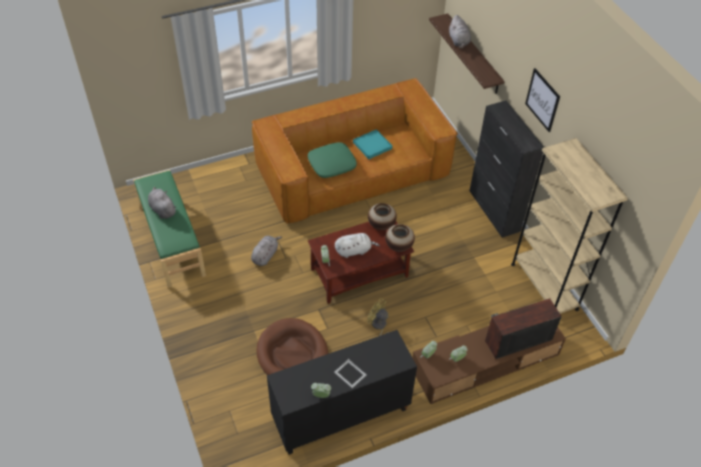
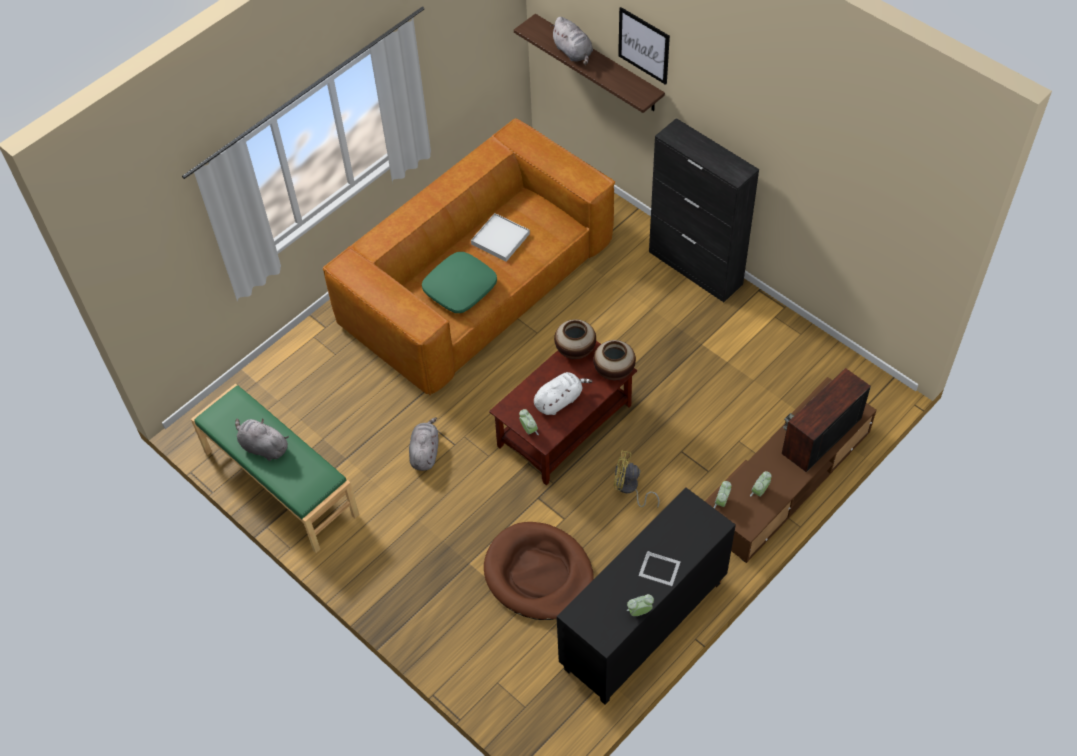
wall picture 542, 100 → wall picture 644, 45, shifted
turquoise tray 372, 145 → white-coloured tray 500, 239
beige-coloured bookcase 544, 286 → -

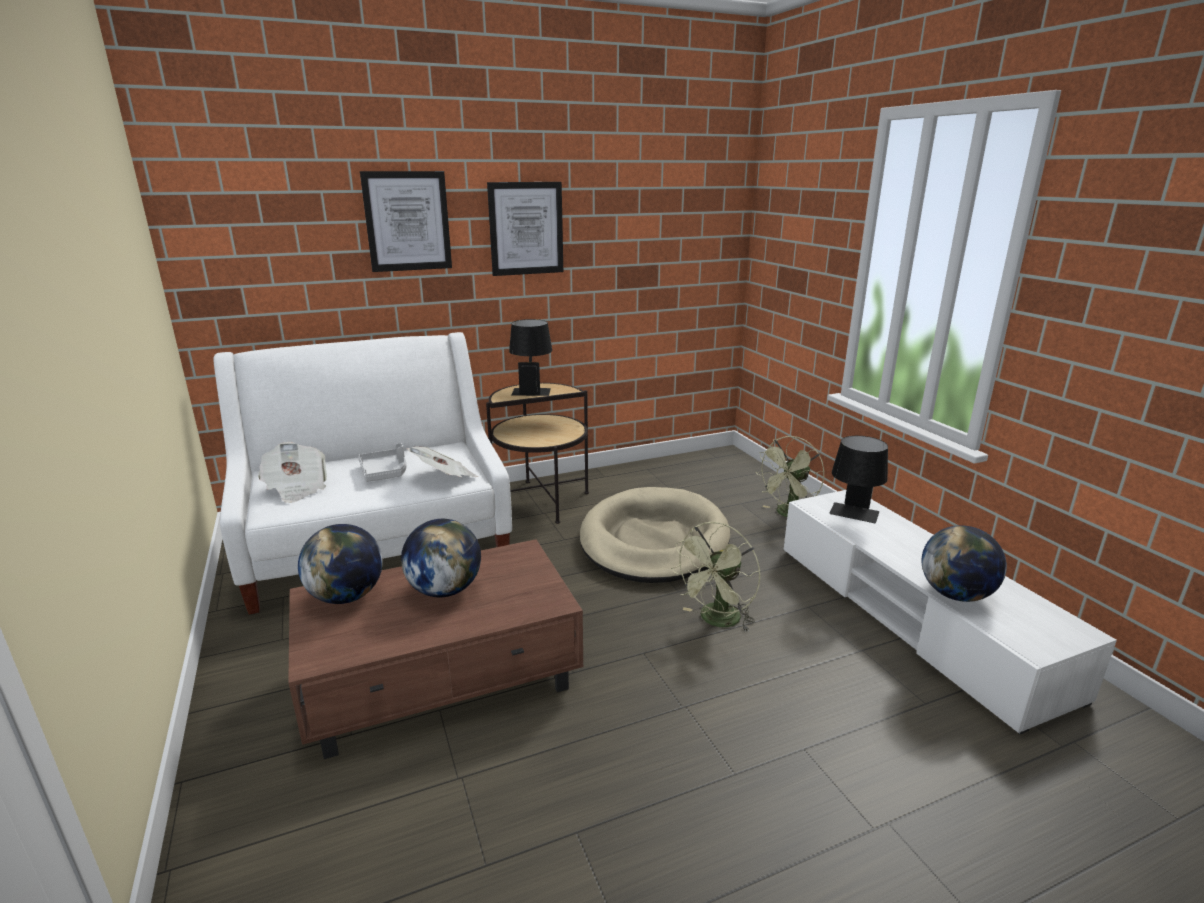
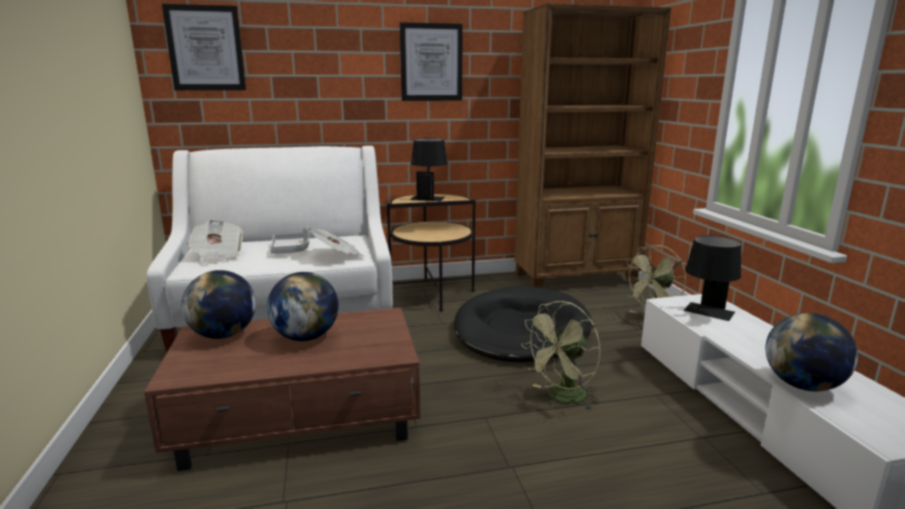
wall picture 407, 221 → wall picture 205, 48, shifted
beige-coloured pet bed 654, 541 → black pet bed 521, 330
- → brown-coloured bookcase 576, 279

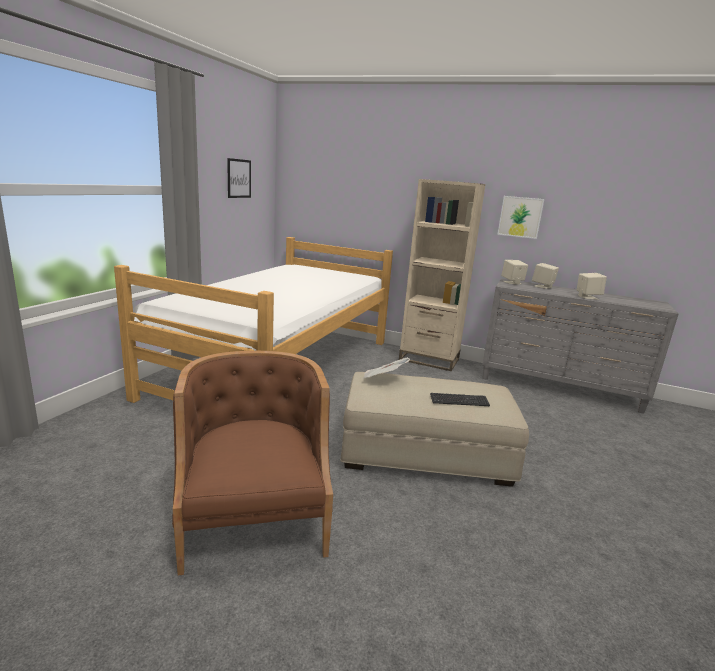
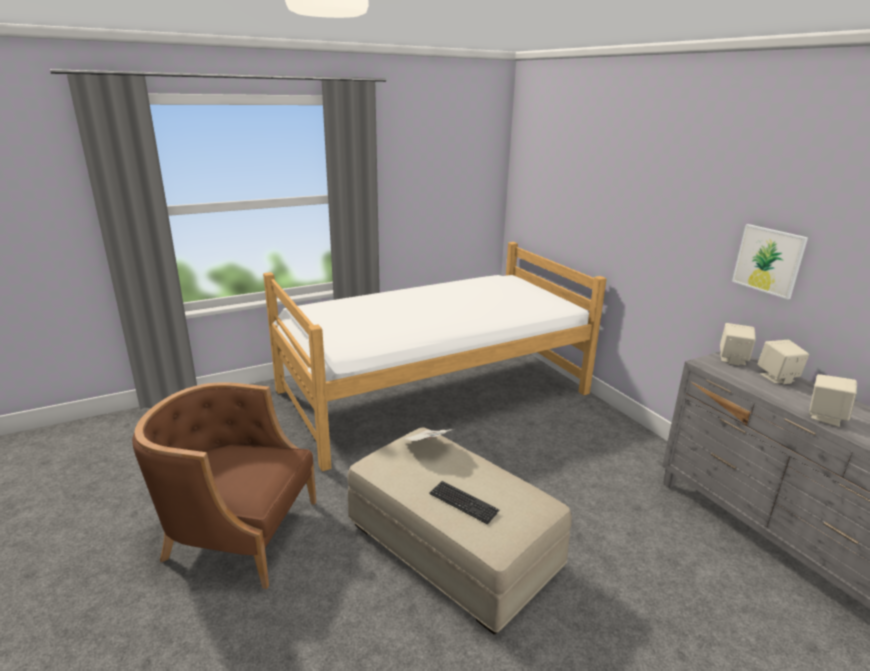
wall picture 239, 178 → -
beige-coloured bookcase 429, 359 → -
brown-coloured armchair 254, 515 → brown-coloured armchair 238, 532, 105 degrees counterclockwise

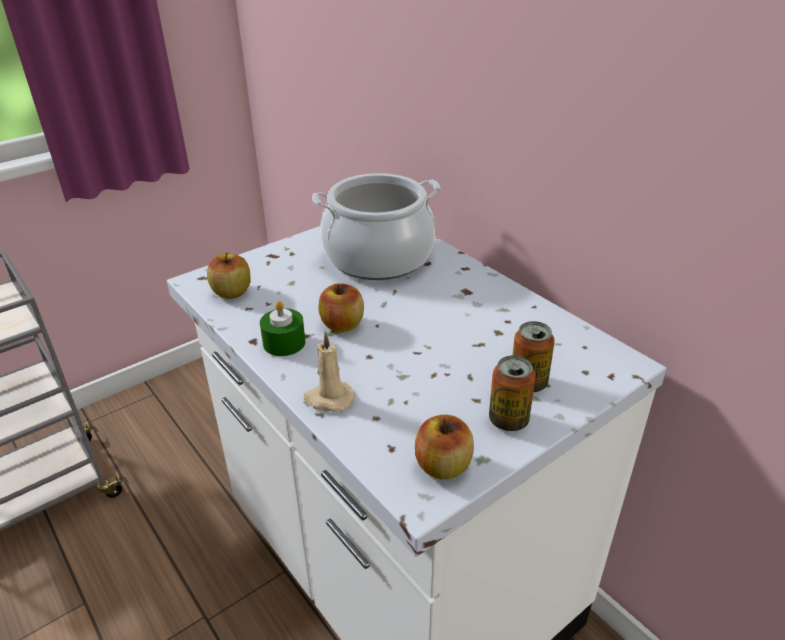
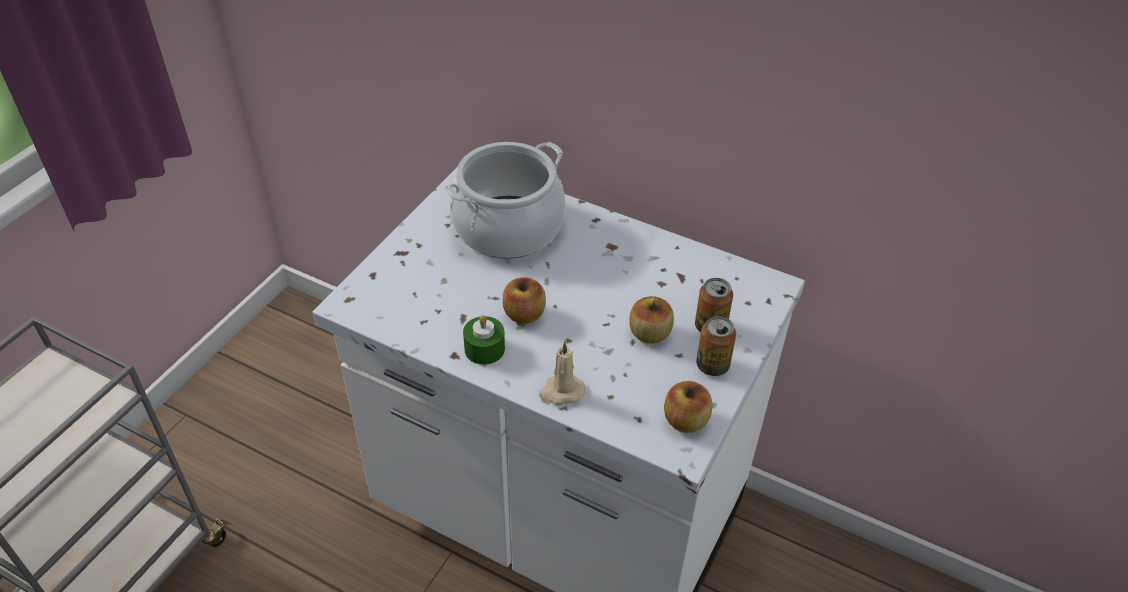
whole apple 231, 292 → whole apple 649, 334, shifted

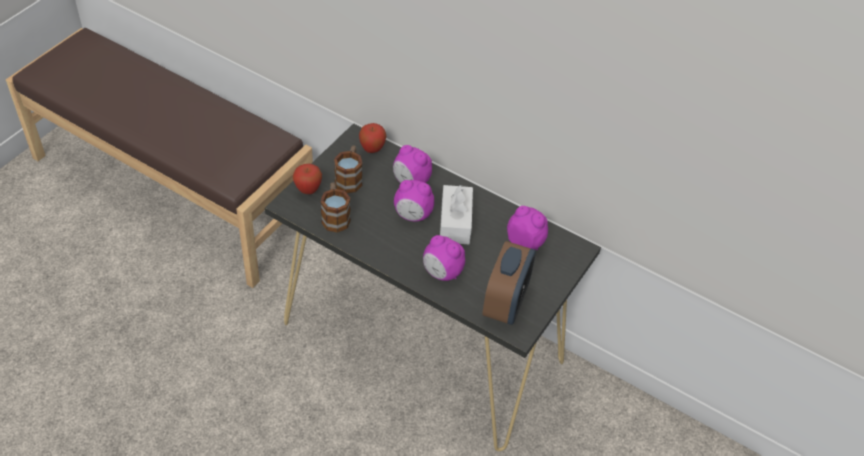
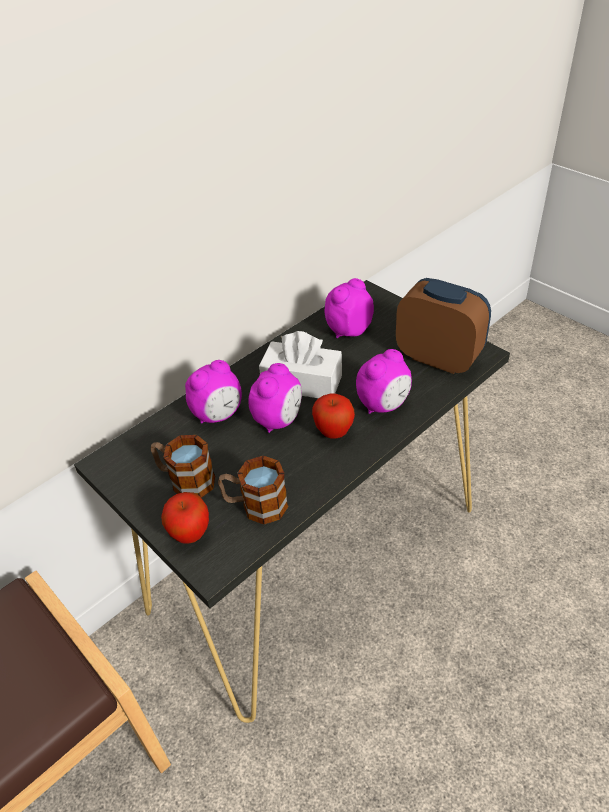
whole apple 372, 149 → whole apple 334, 432, shifted

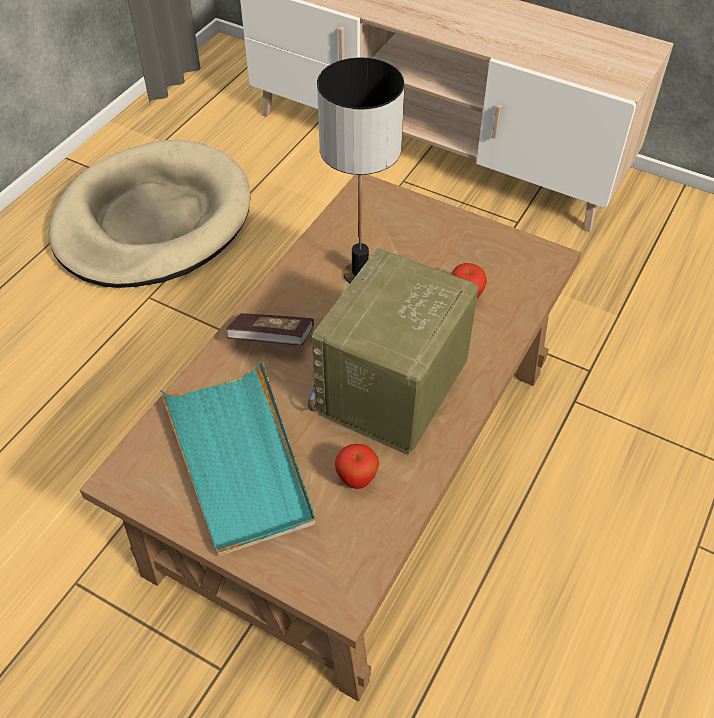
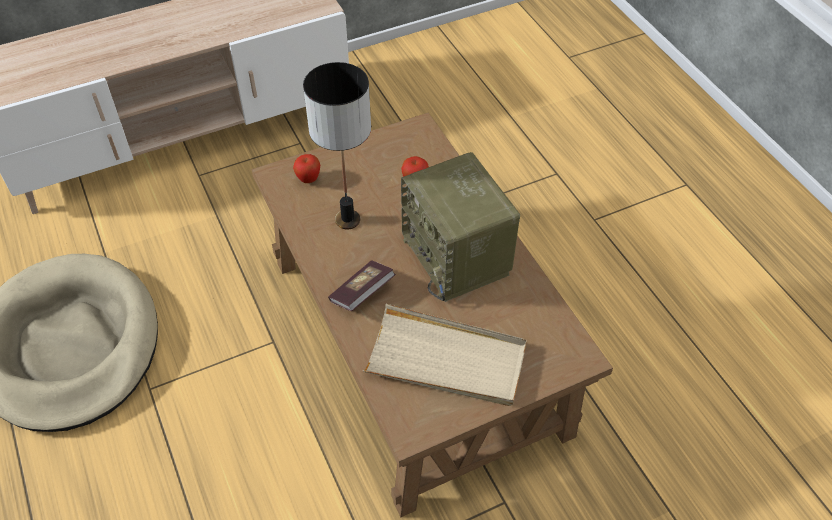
turquoise tray 239, 460 → beige-coloured tray 446, 360
whole apple 356, 480 → whole apple 308, 179, shifted

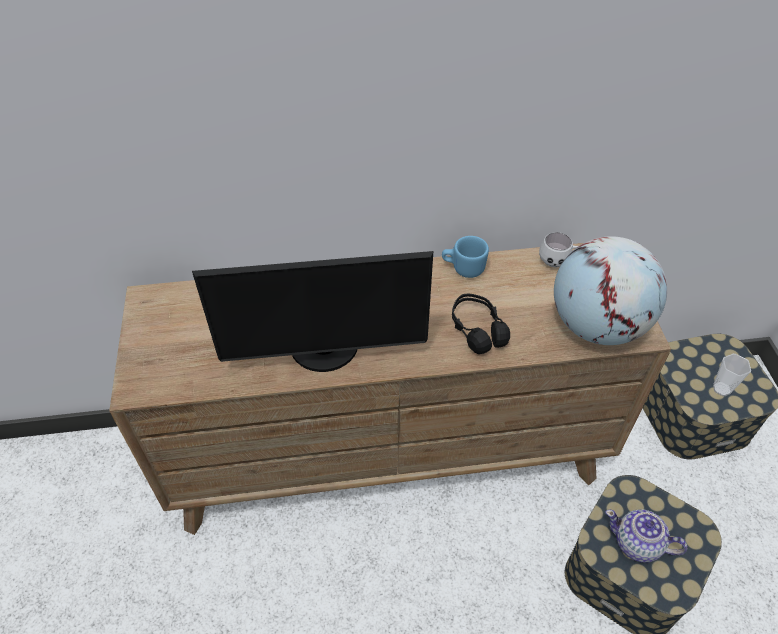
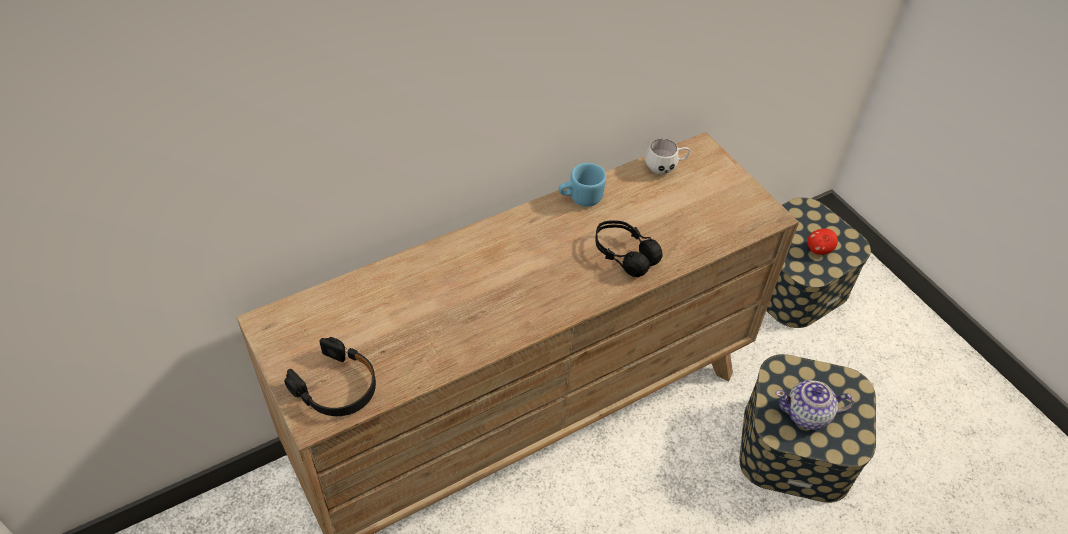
globe 597, 326 → -
computer display 325, 350 → -
drinking cup 721, 389 → whole apple 818, 250
- → black pair of headphones 337, 386

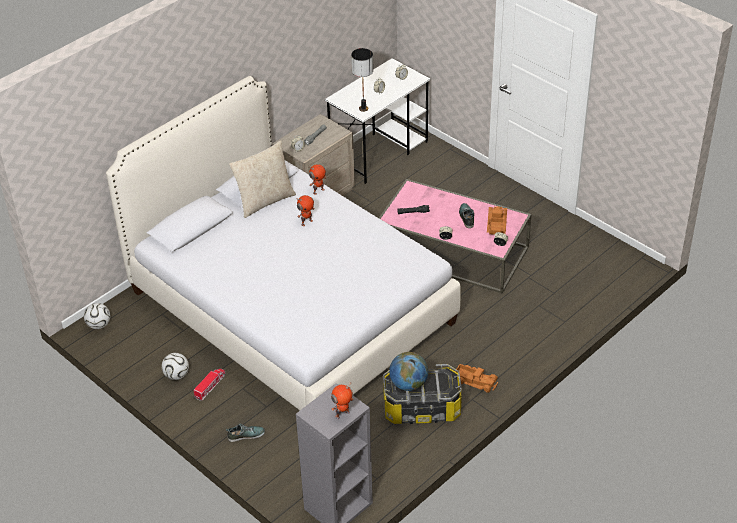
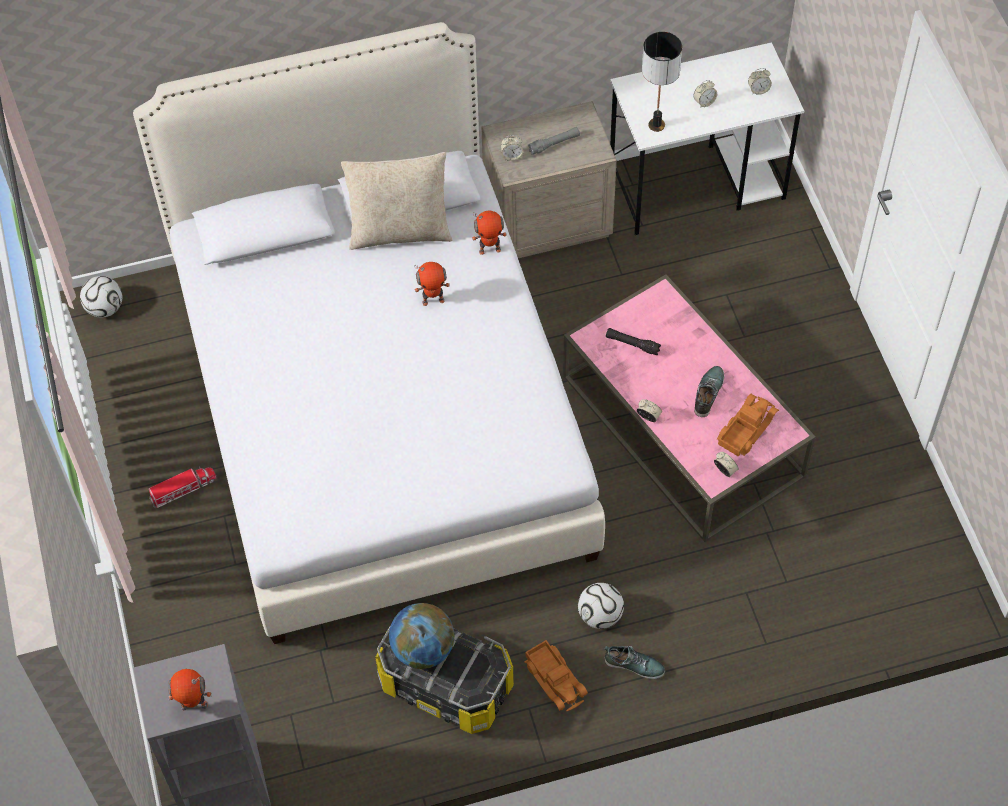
ball for football 176, 375 → ball for football 599, 615, shifted
item of footwear 246, 435 → item of footwear 634, 665, shifted

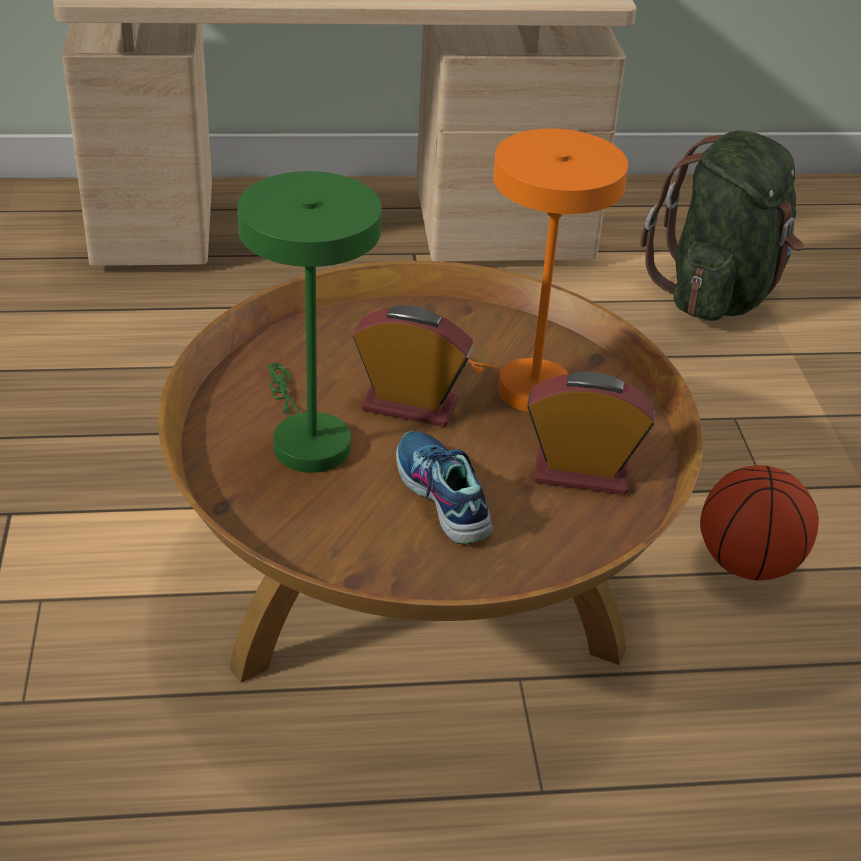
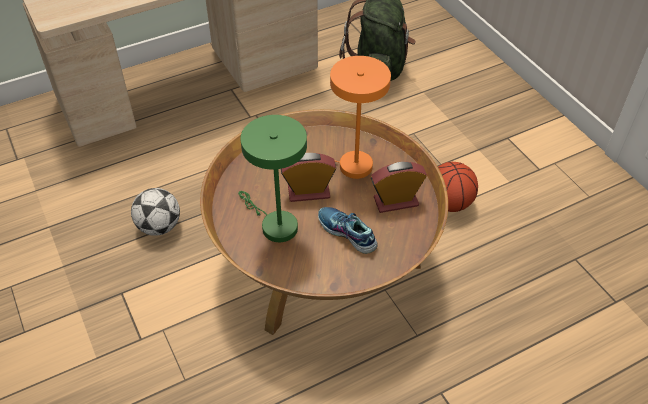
- → ball for football 159, 227

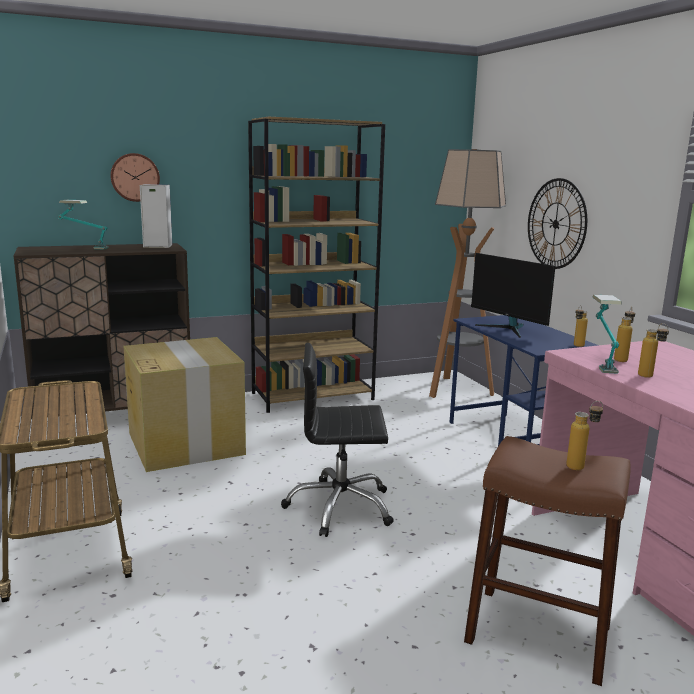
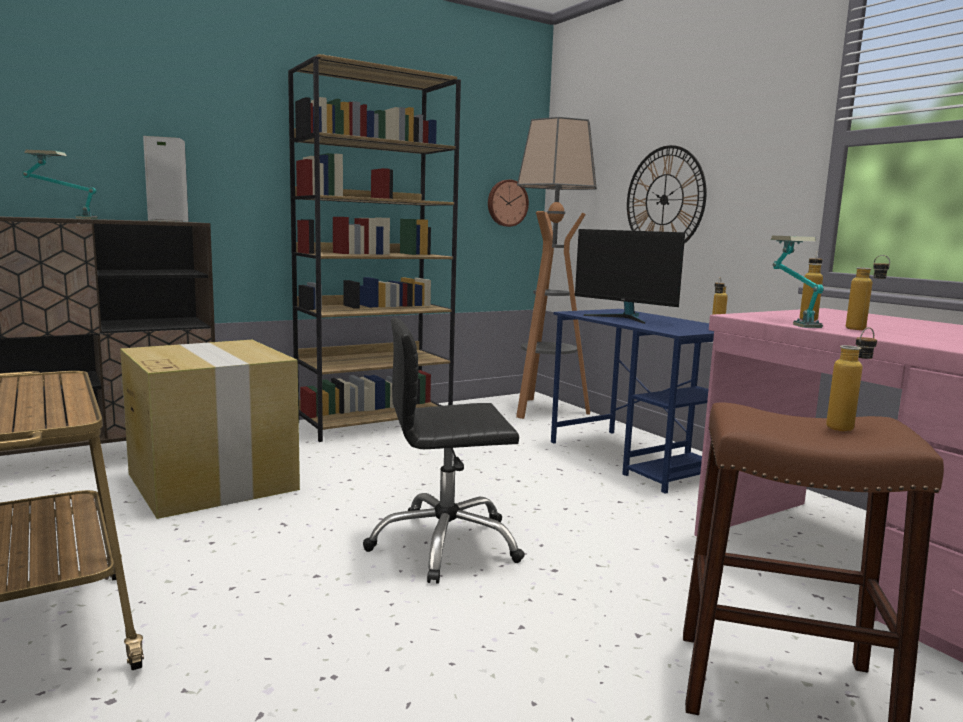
hanging clock 135, 177 → hanging clock 506, 203, shifted

